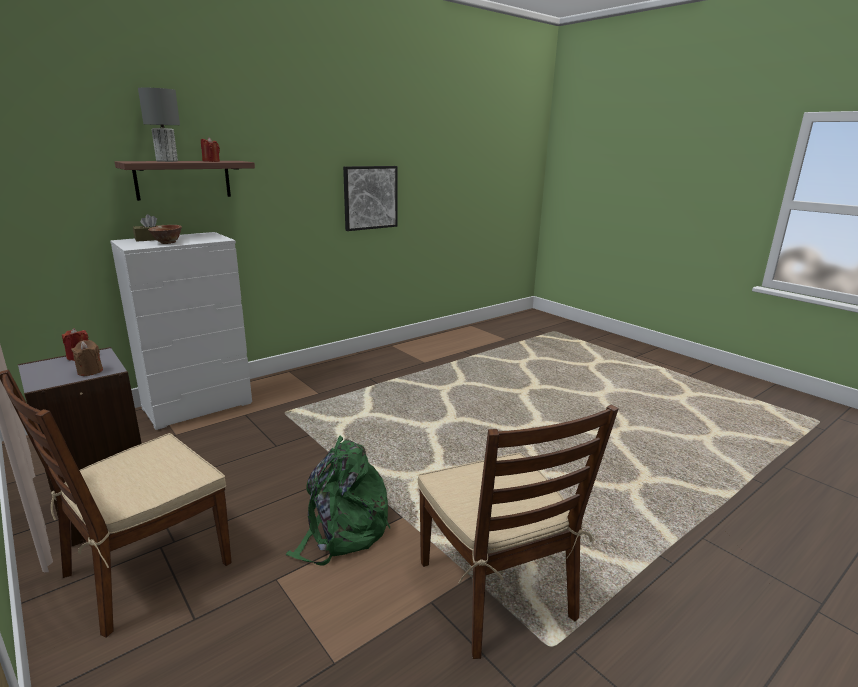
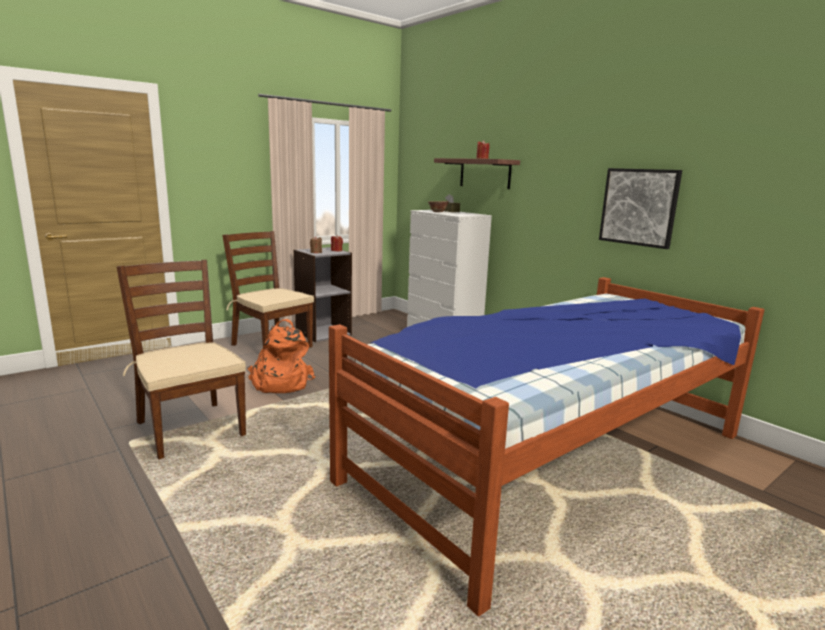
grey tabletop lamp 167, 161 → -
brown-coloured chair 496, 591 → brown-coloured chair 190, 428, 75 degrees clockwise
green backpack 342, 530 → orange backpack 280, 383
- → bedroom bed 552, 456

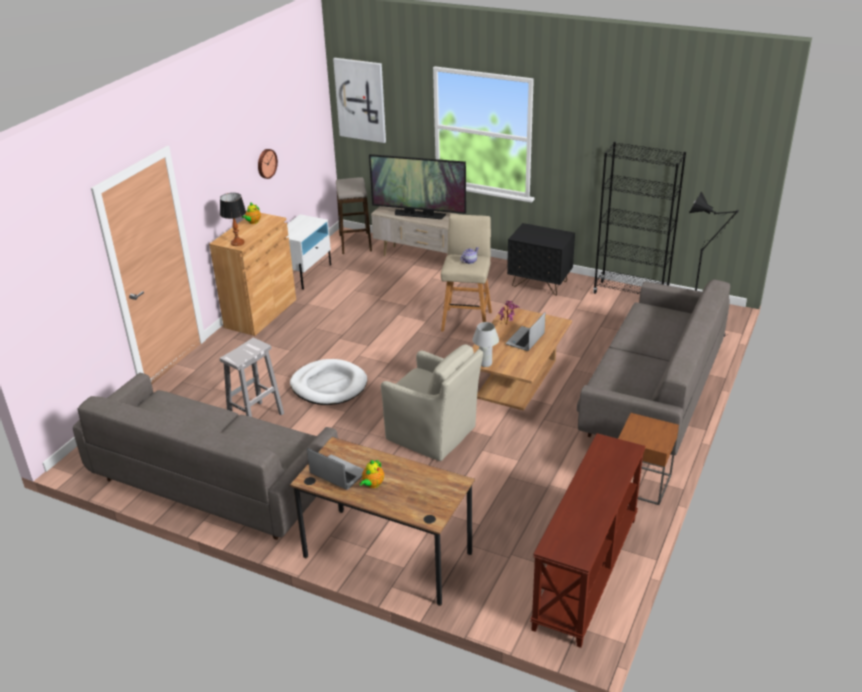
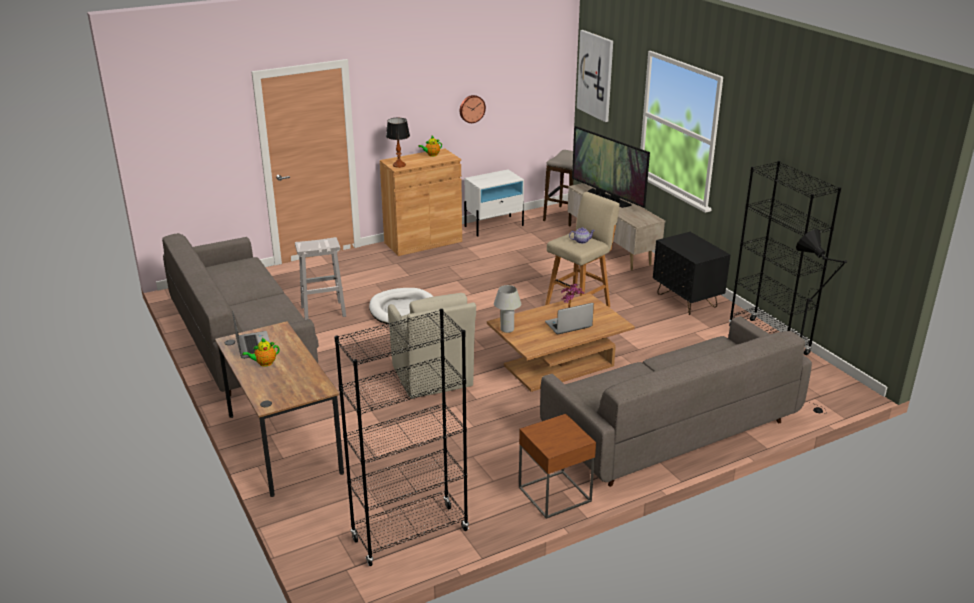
brown-coloured narrow table 587, 573 → black bookcase 410, 535

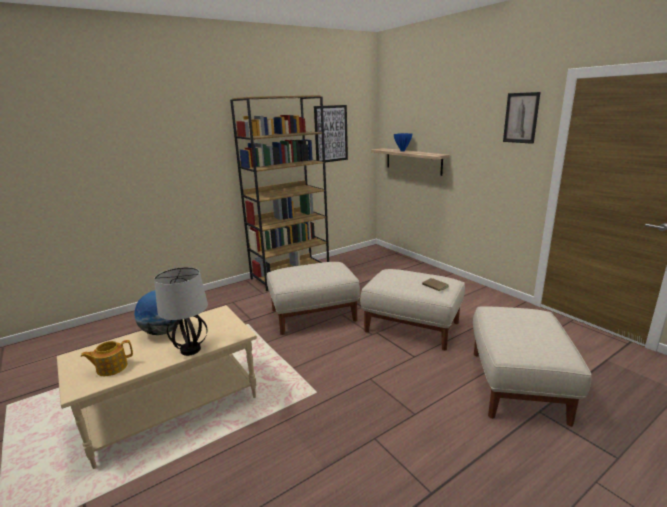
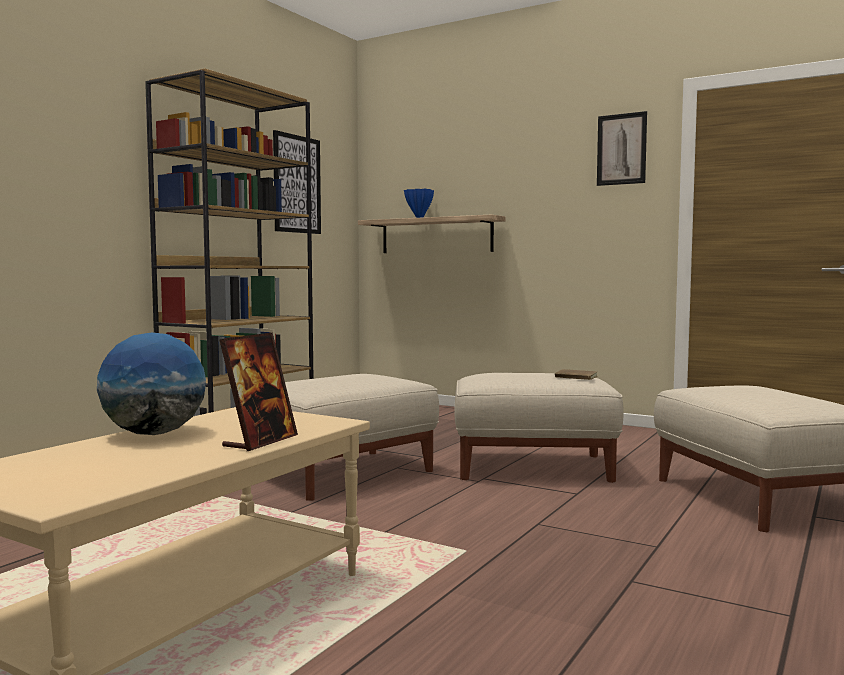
tabletop lamp 191, 349 → photo frame 260, 441
teapot 111, 367 → -

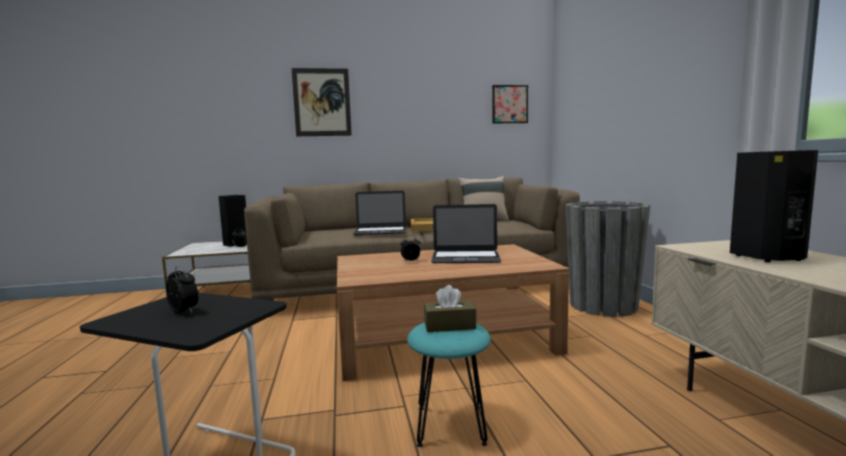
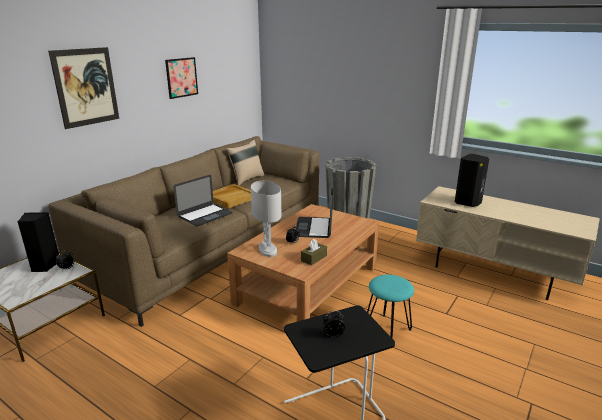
wall picture 509, 104 → wall picture 181, 77, shifted
notebook computer 465, 257 → notebook computer 314, 227, 135 degrees clockwise
brown-coloured box of tissues 449, 326 → brown-coloured box of tissues 314, 258, shifted
- → white-coloured tabletop lamp 267, 250

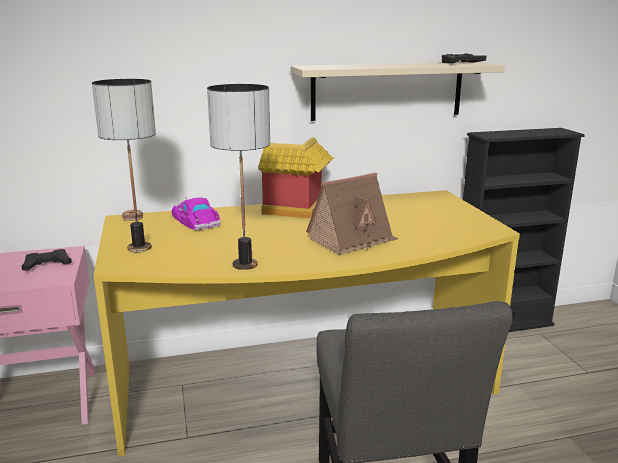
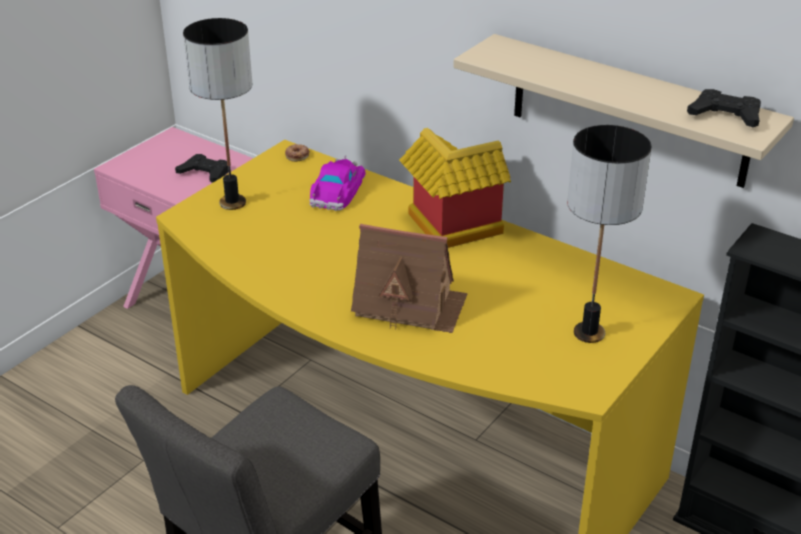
tabletop lamp 244, 265 → tabletop lamp 588, 333, shifted

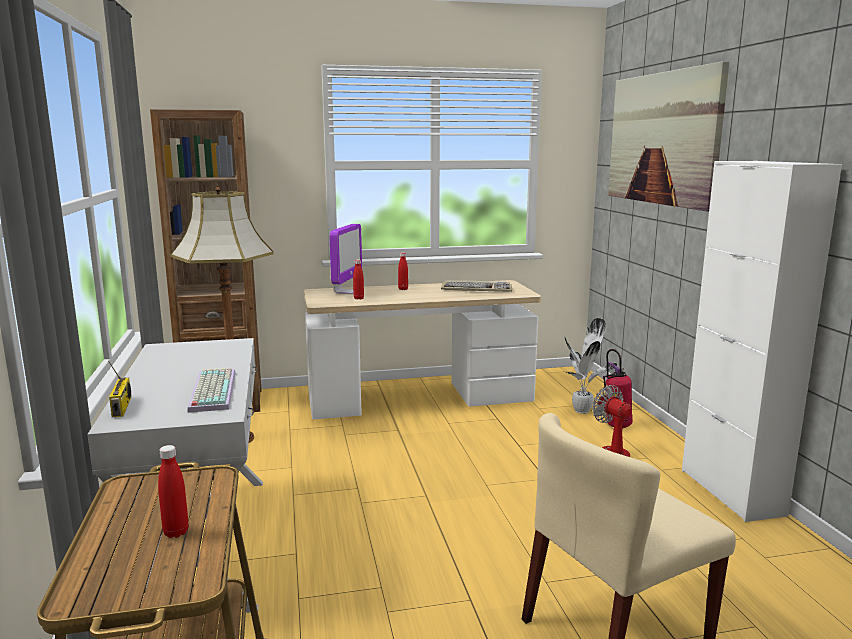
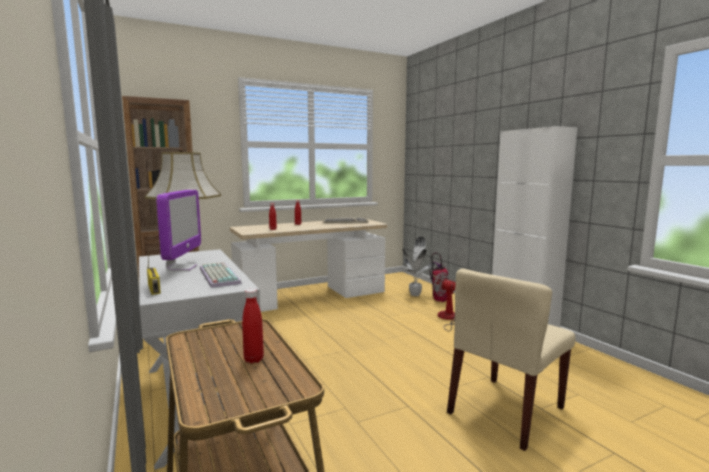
wall picture 662, 138 → -
computer display 345, 292 → computer display 182, 268, shifted

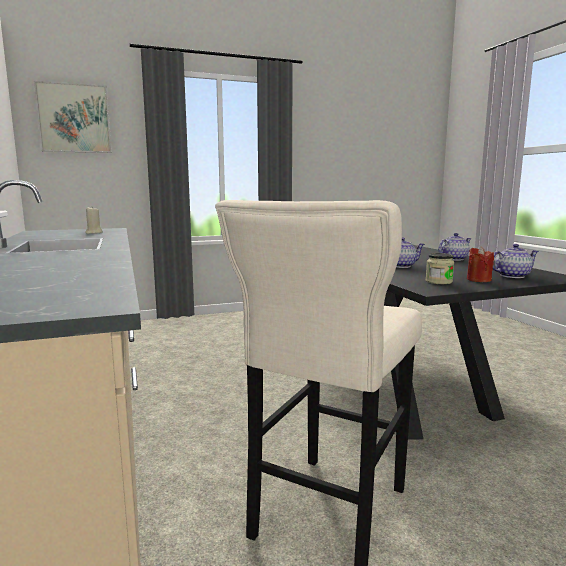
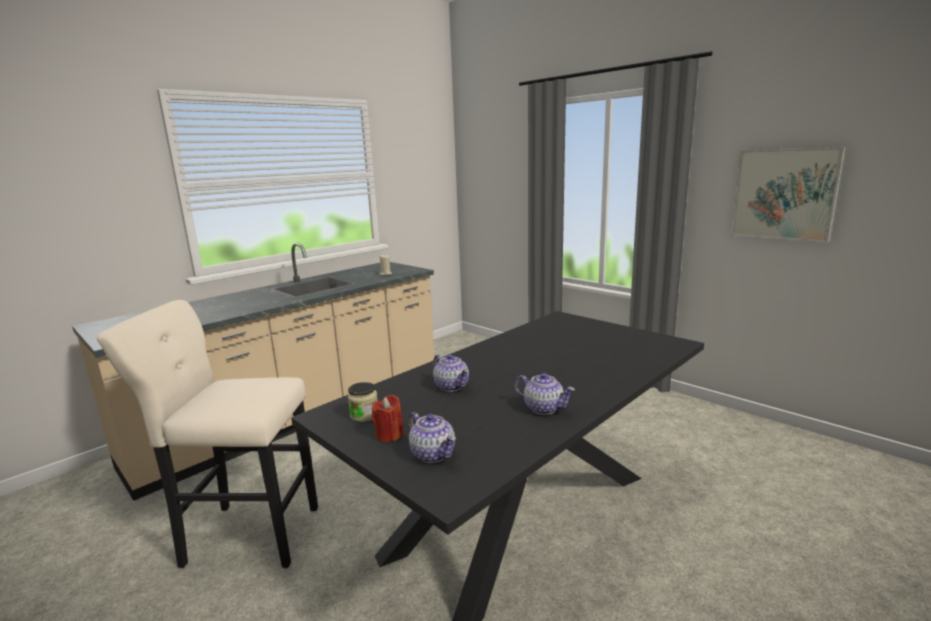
wall picture 74, 118 → wall picture 784, 194, shifted

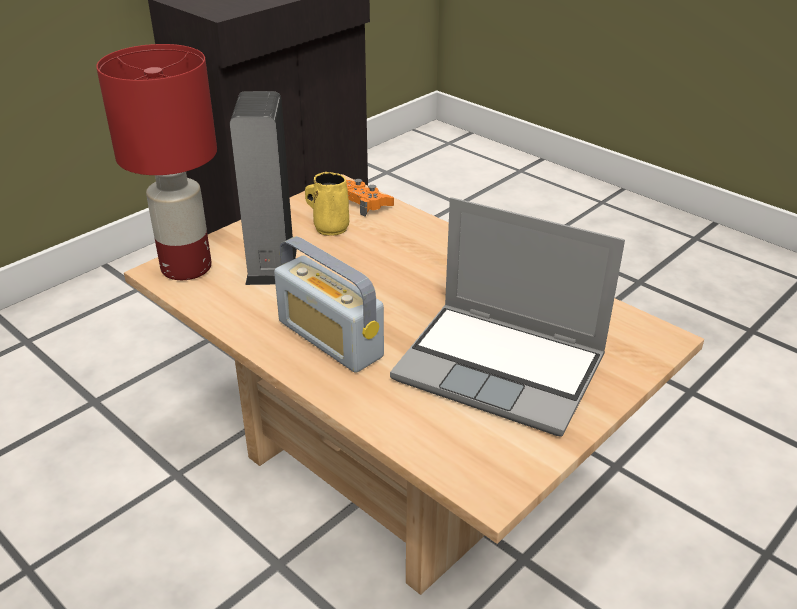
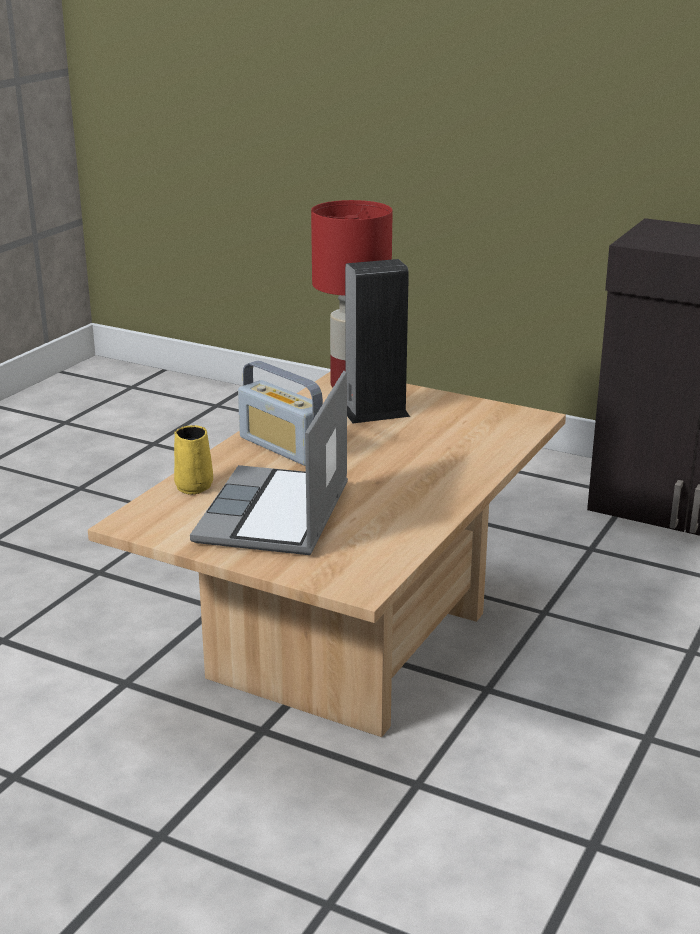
yellow-coloured coffee mug 329, 227 → yellow-coloured coffee mug 195, 486, shifted
orange joypad 362, 203 → -
radio set 330, 339 → radio set 283, 447, 75 degrees counterclockwise

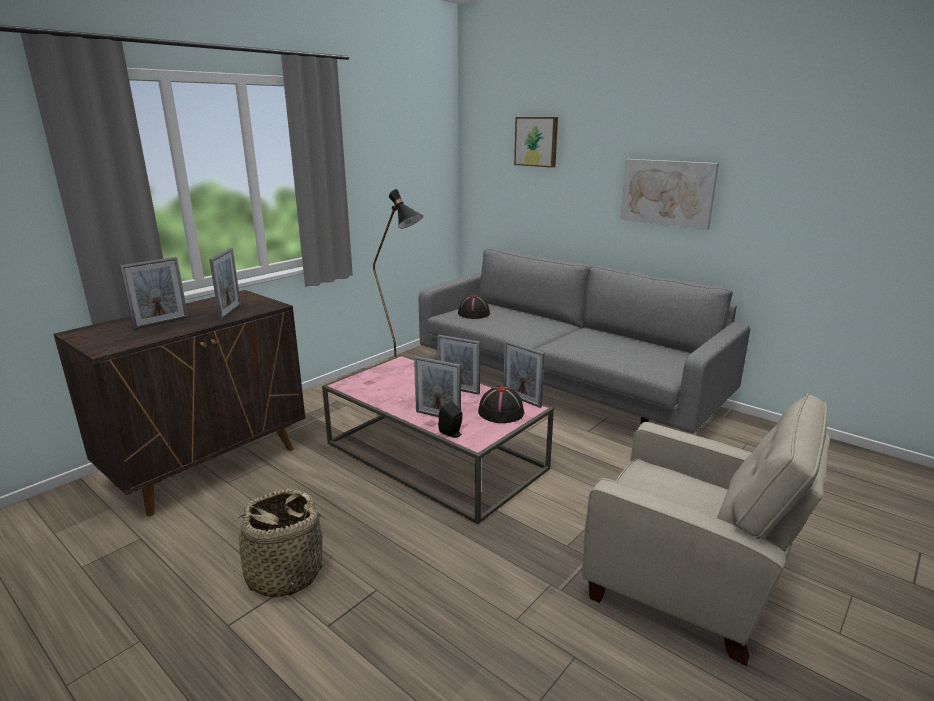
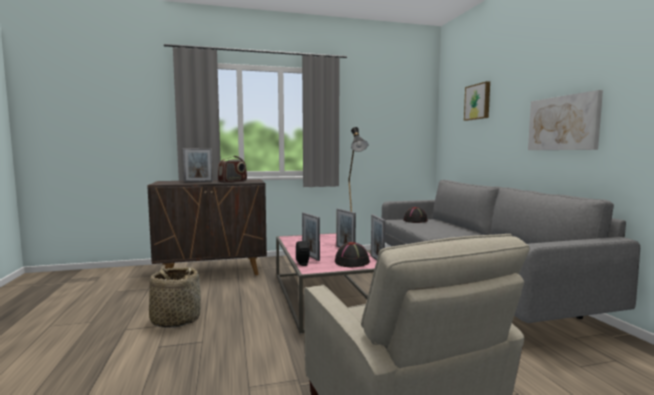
photo frame 230, 312 → radio set 233, 182

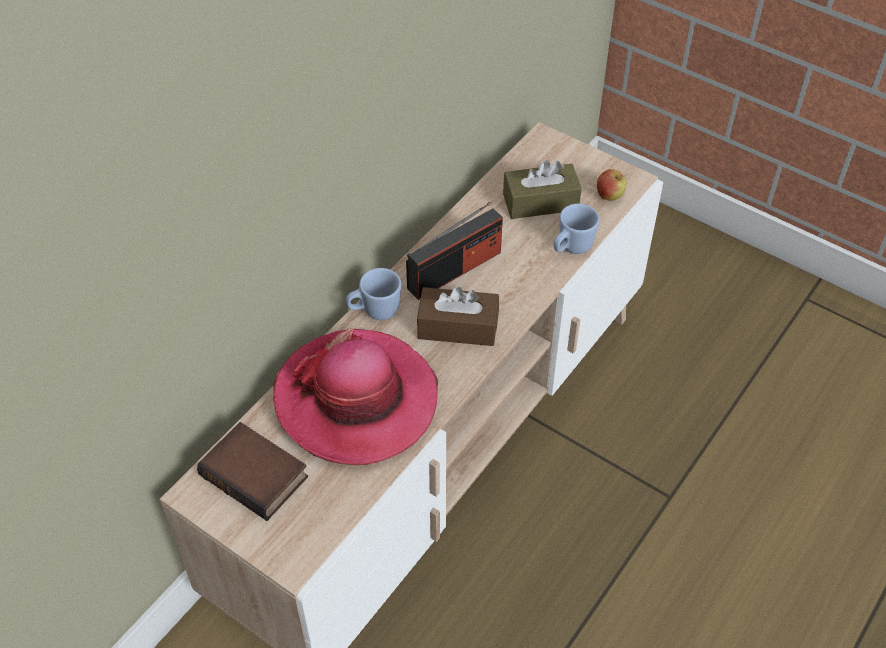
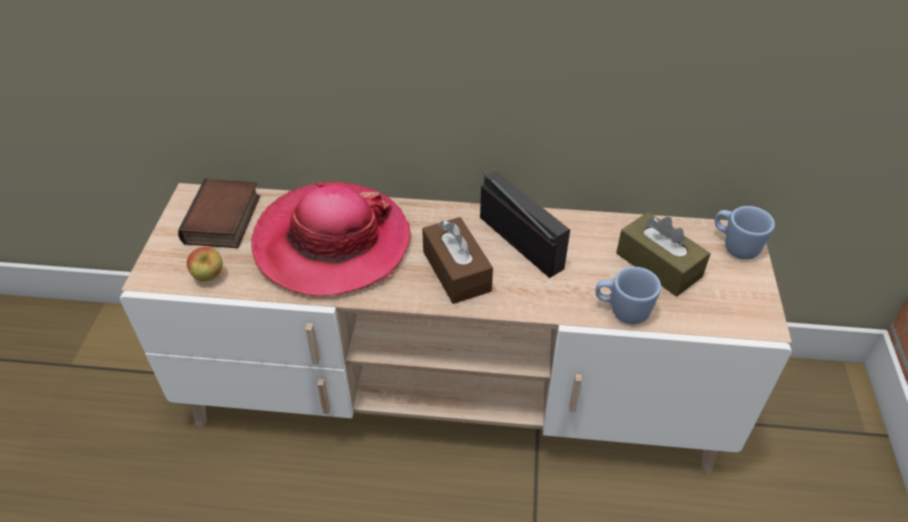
whole apple 609, 196 → whole apple 209, 277, shifted
radio set 454, 270 → radio set 520, 242, 150 degrees counterclockwise
blue-coloured coffee mug 374, 311 → blue-coloured coffee mug 735, 246, shifted

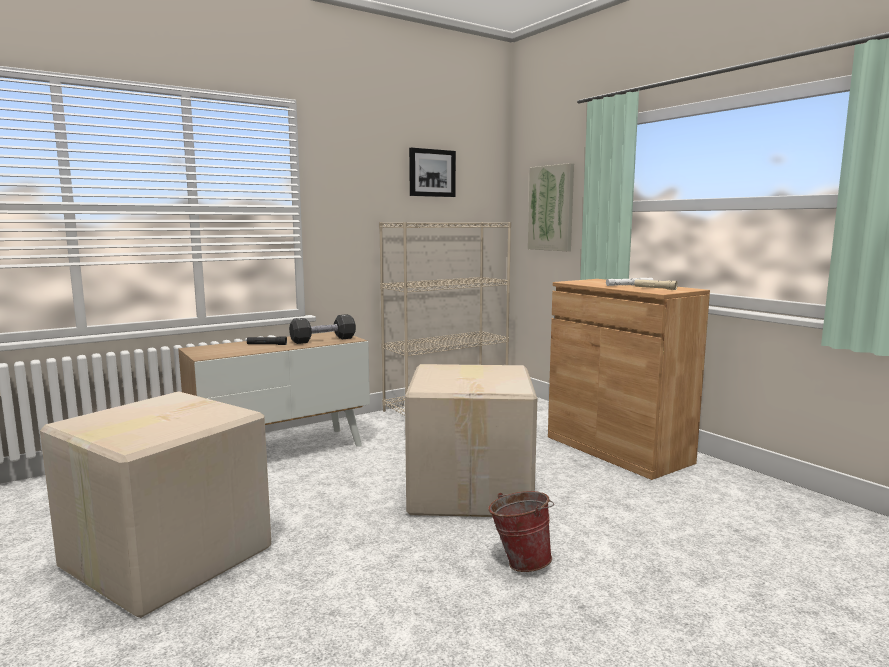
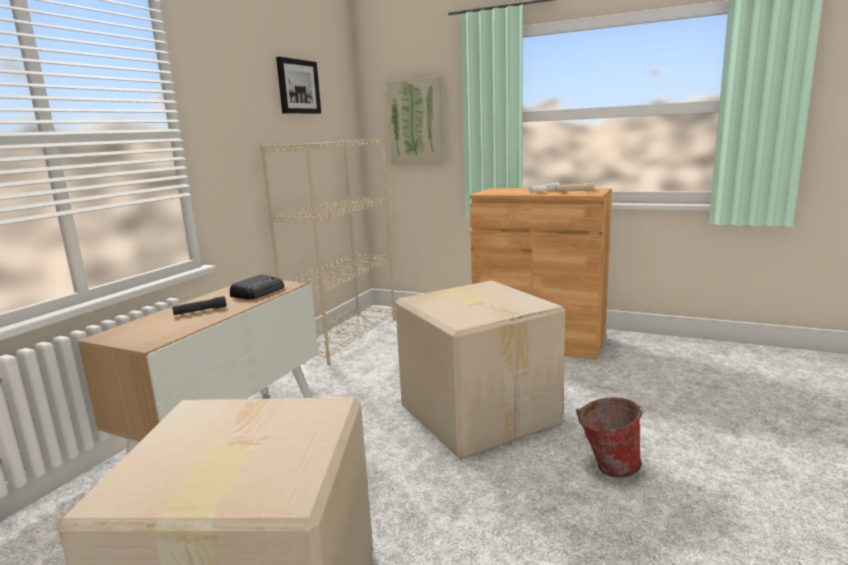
black hand weight 323, 340 → radio set 258, 292

